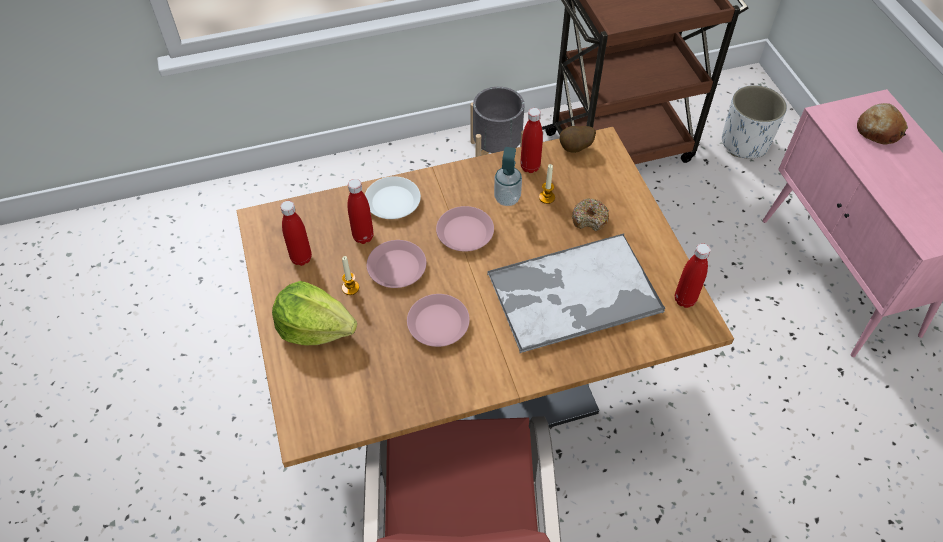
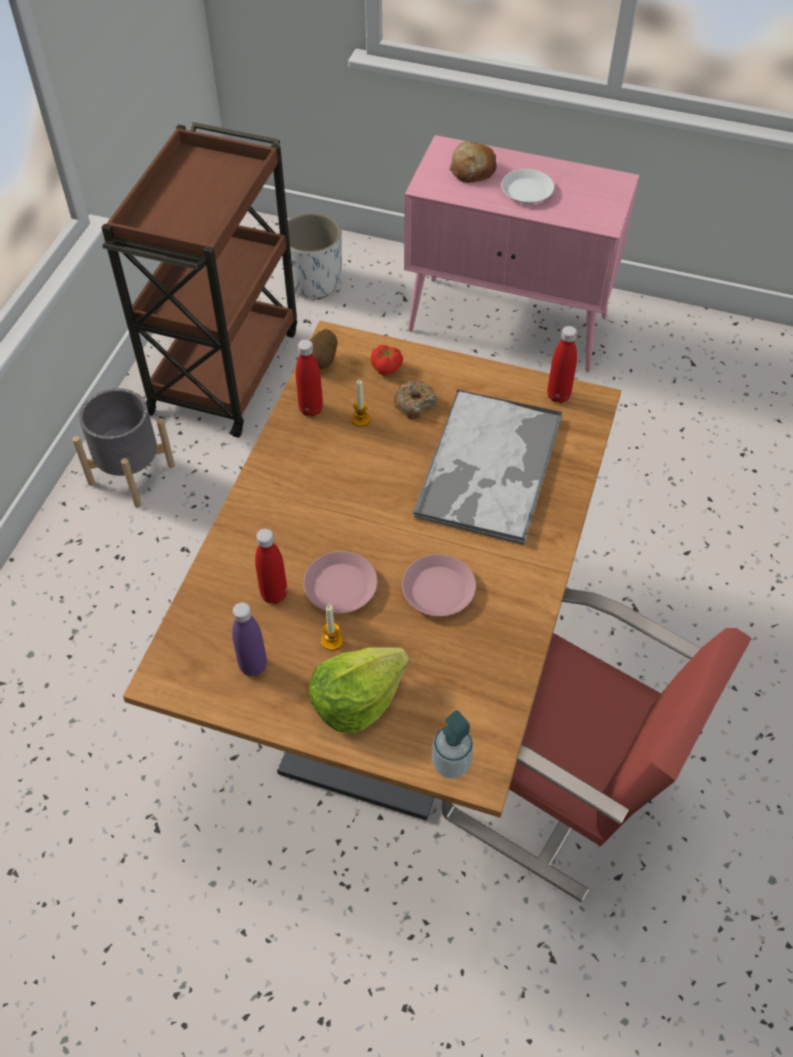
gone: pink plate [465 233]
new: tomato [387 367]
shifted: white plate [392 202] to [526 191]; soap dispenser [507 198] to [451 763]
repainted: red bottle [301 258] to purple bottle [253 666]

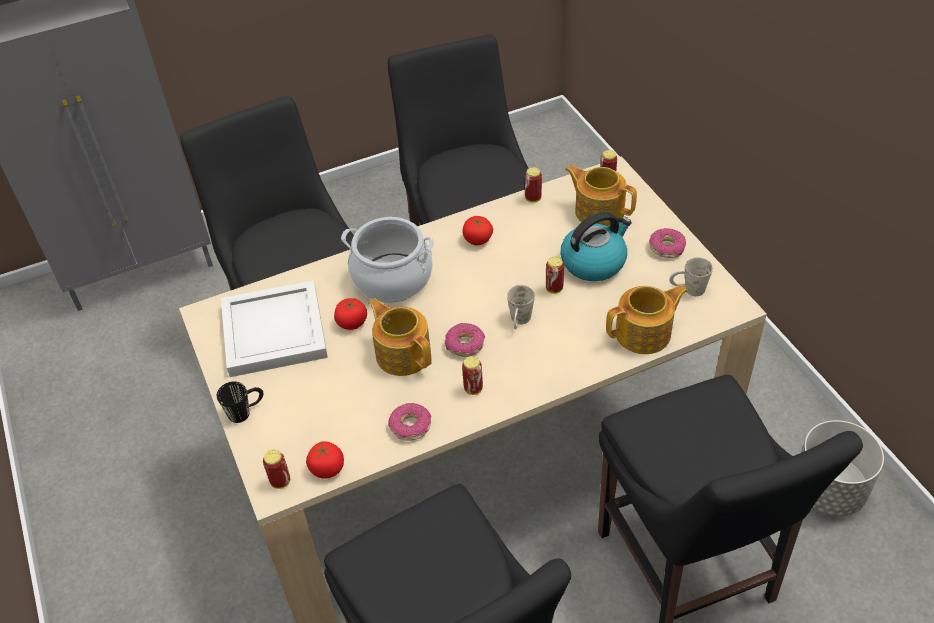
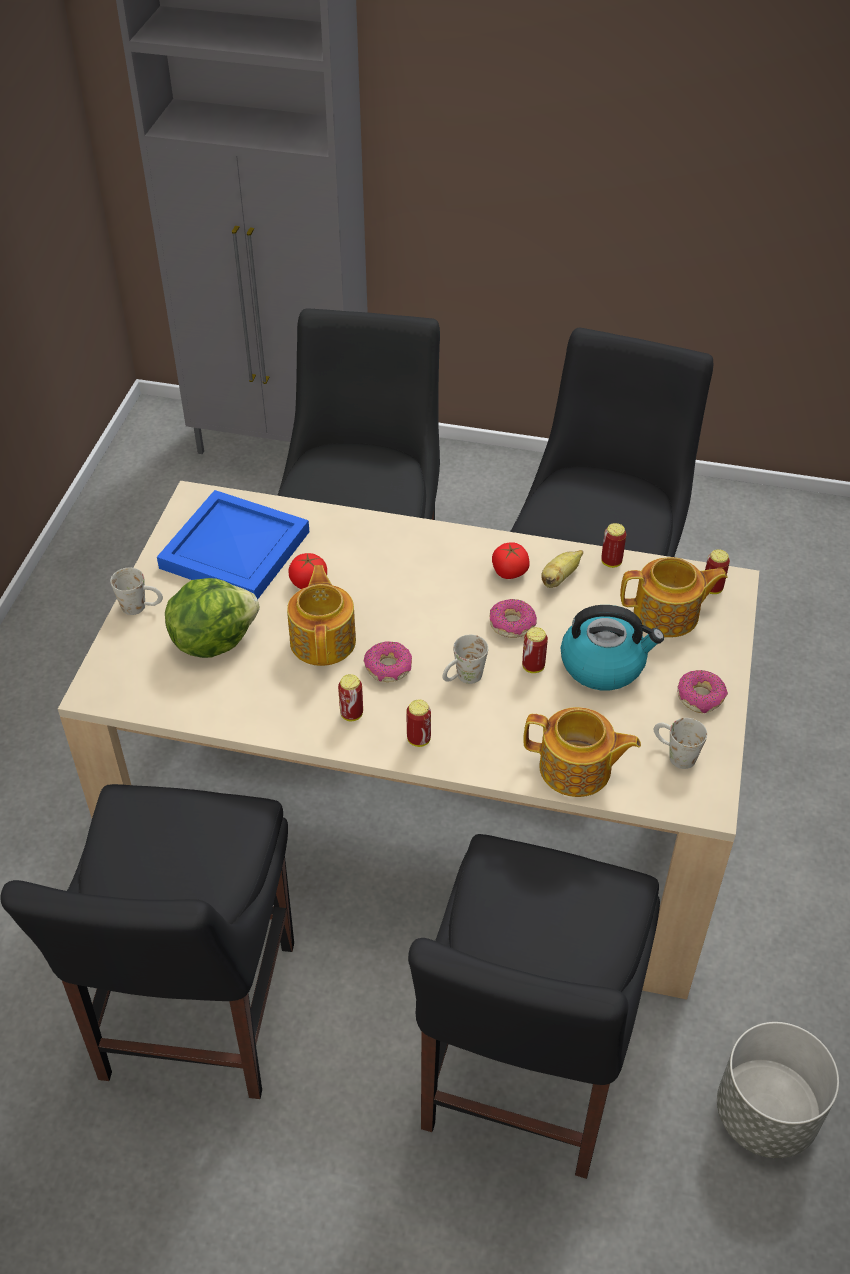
gone: tomato [327 468]; cooking pot [392 278]
new: lettuce [213 640]; banana [559 578]
shifted: can [280 481] to [418 739]; donut [410 426] to [512 624]
repainted: black mug [245 411] to white mug [141 607]; white tray [273 333] to blue tray [232 550]
rotated: teapot [598 211] = [667 615] 105 degrees clockwise

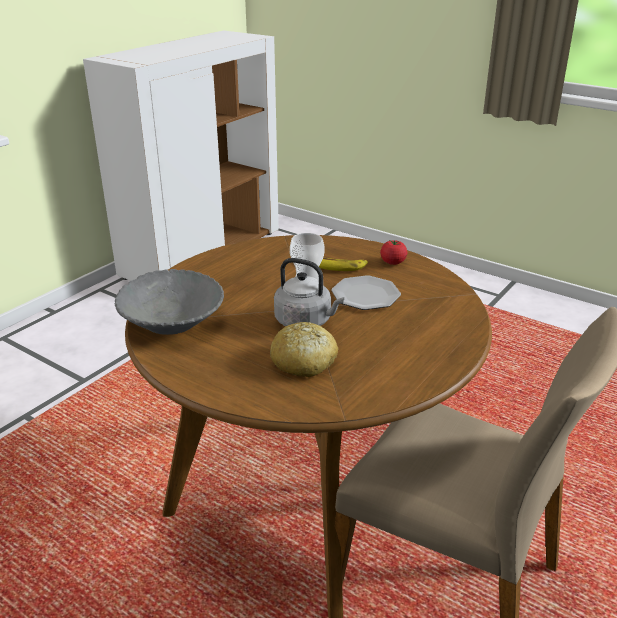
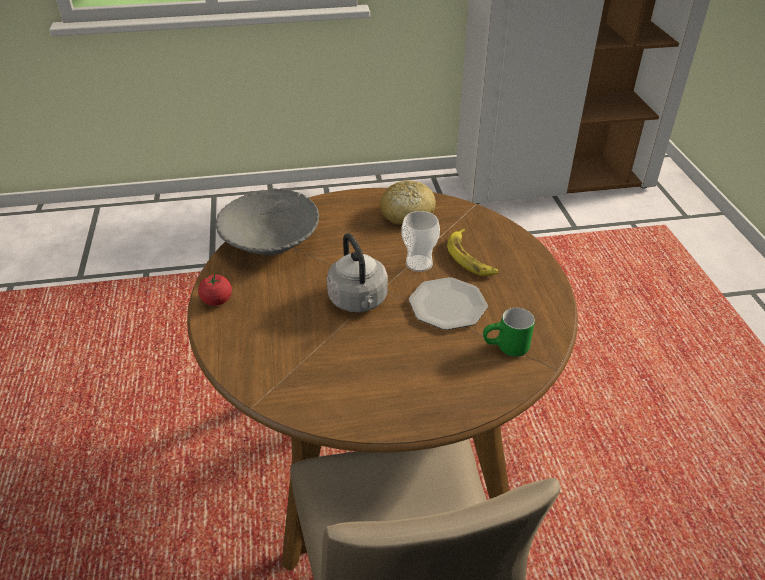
new: green mug [506 349]
shifted: bread [304 361] to [407 213]; tomato [393 262] to [217 300]

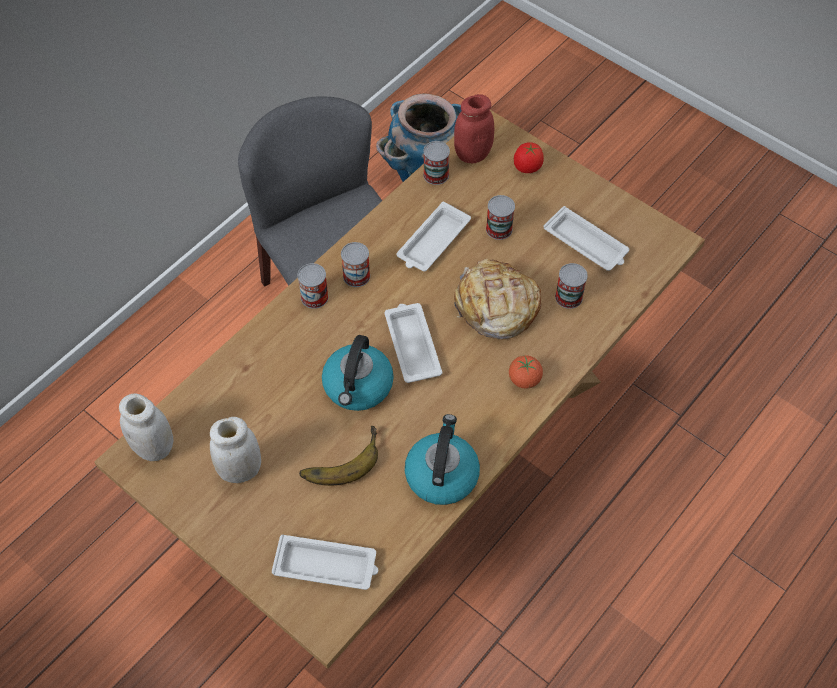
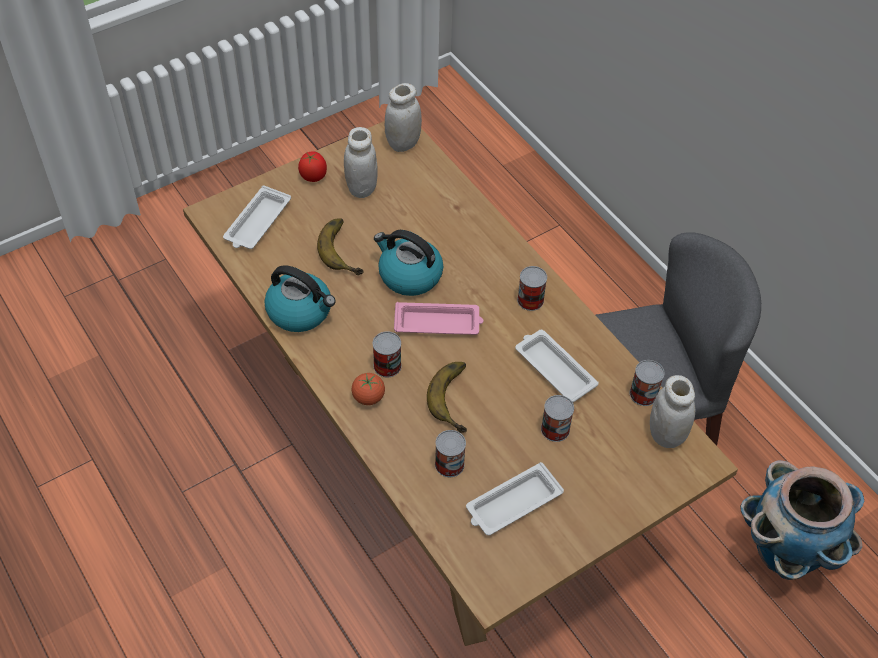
shifted: can [314 297] to [387 366]; tomato [527 167] to [313 176]
swapped: bread [495 307] to banana [458 398]
repainted: white tray [412 344] to pink tray [438 323]; red jar [472 154] to white jar [666 435]

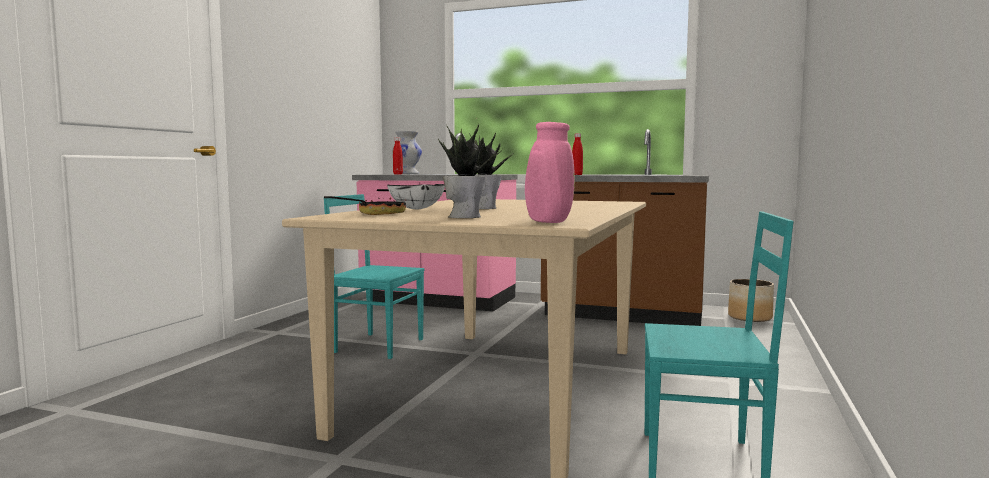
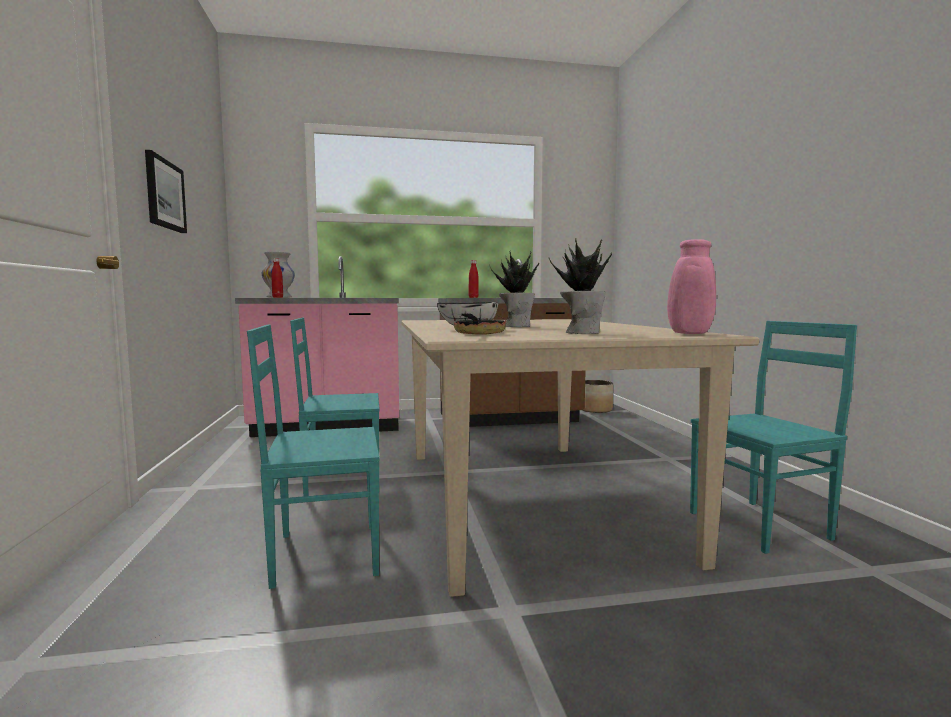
new: picture [164 194]; turquoise chair [325 553]

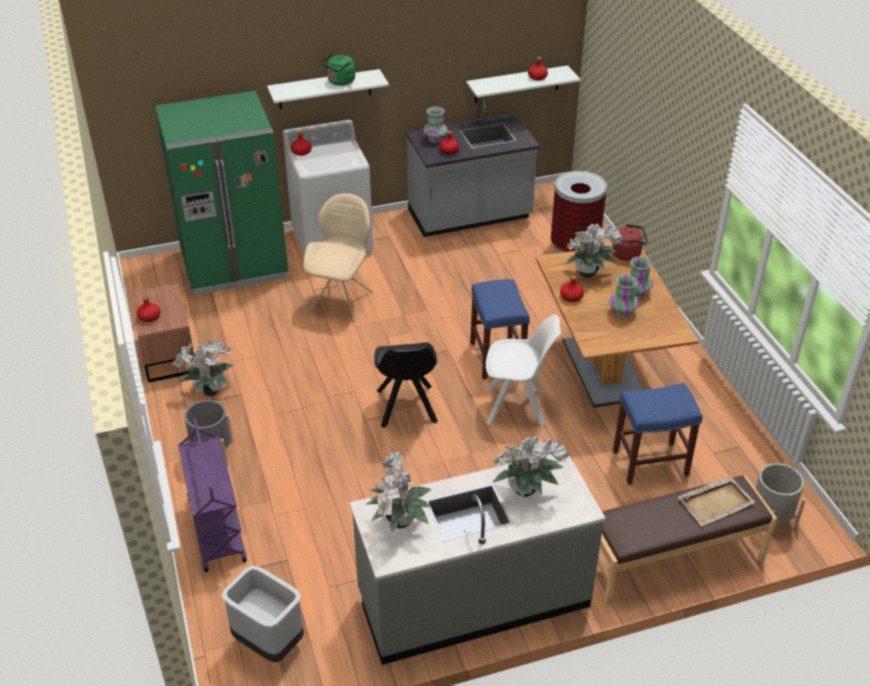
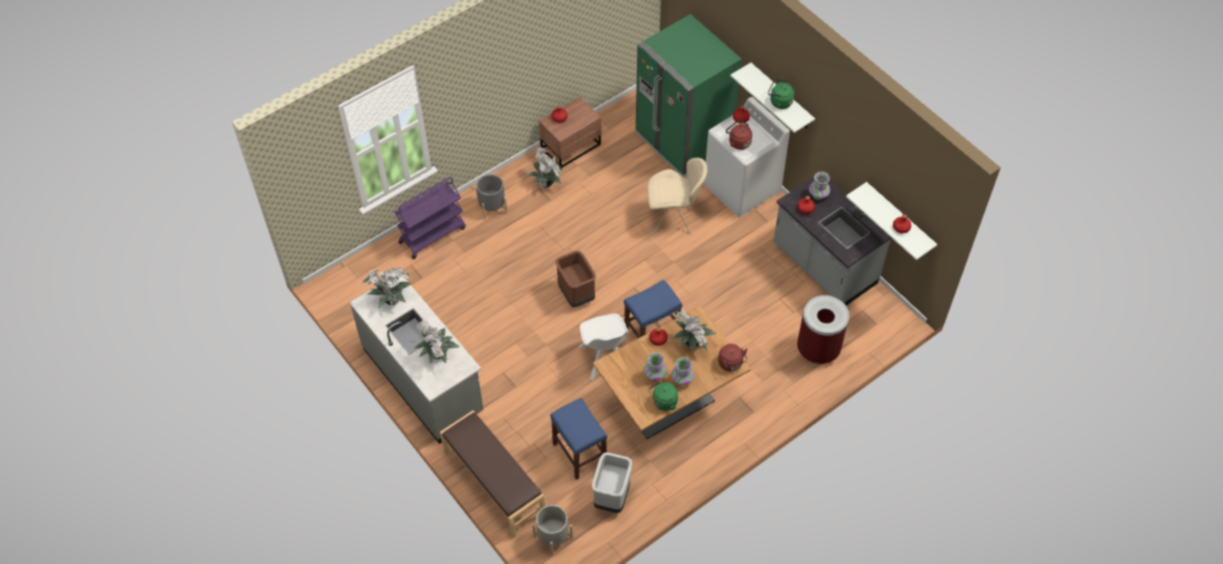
gone: beige tray [716 502]
new: green kettle [663 403]; red kettle [738 142]
shifted: grey trash can [268 643] to [611 496]
swapped: black chair [406 408] to brown trash can [575 295]

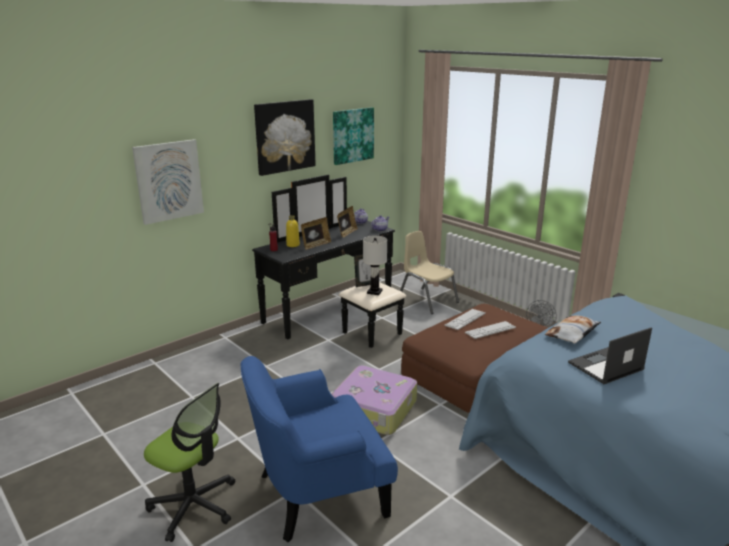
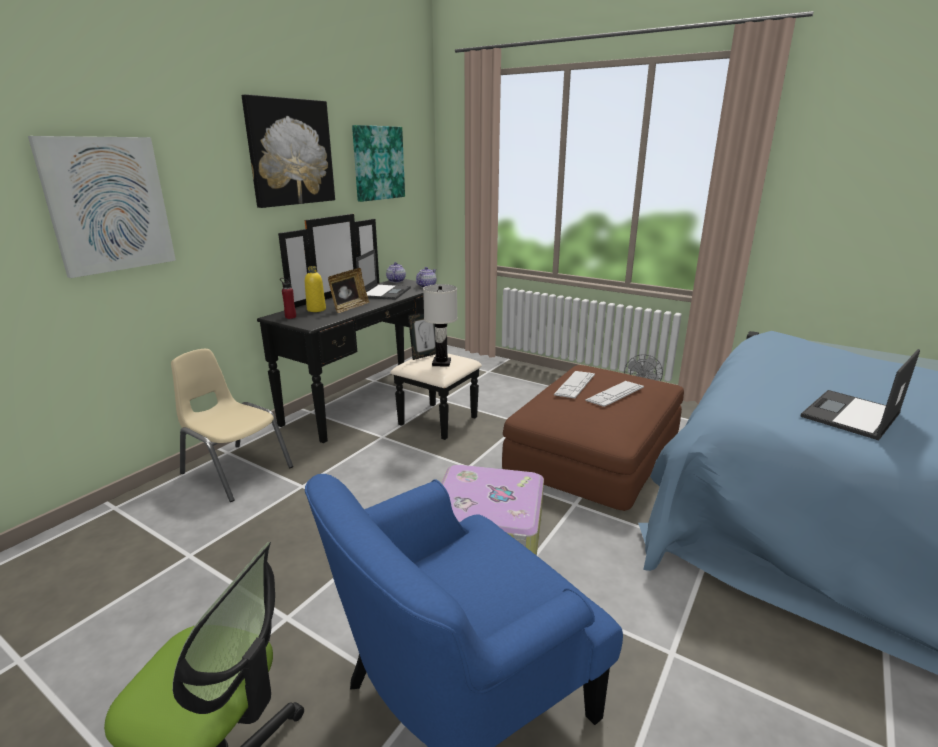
gone: pillow [572 333]
shifted: beige chair [427 300] to [236 470]
swapped: picture frame [347 233] to laptop [385 292]

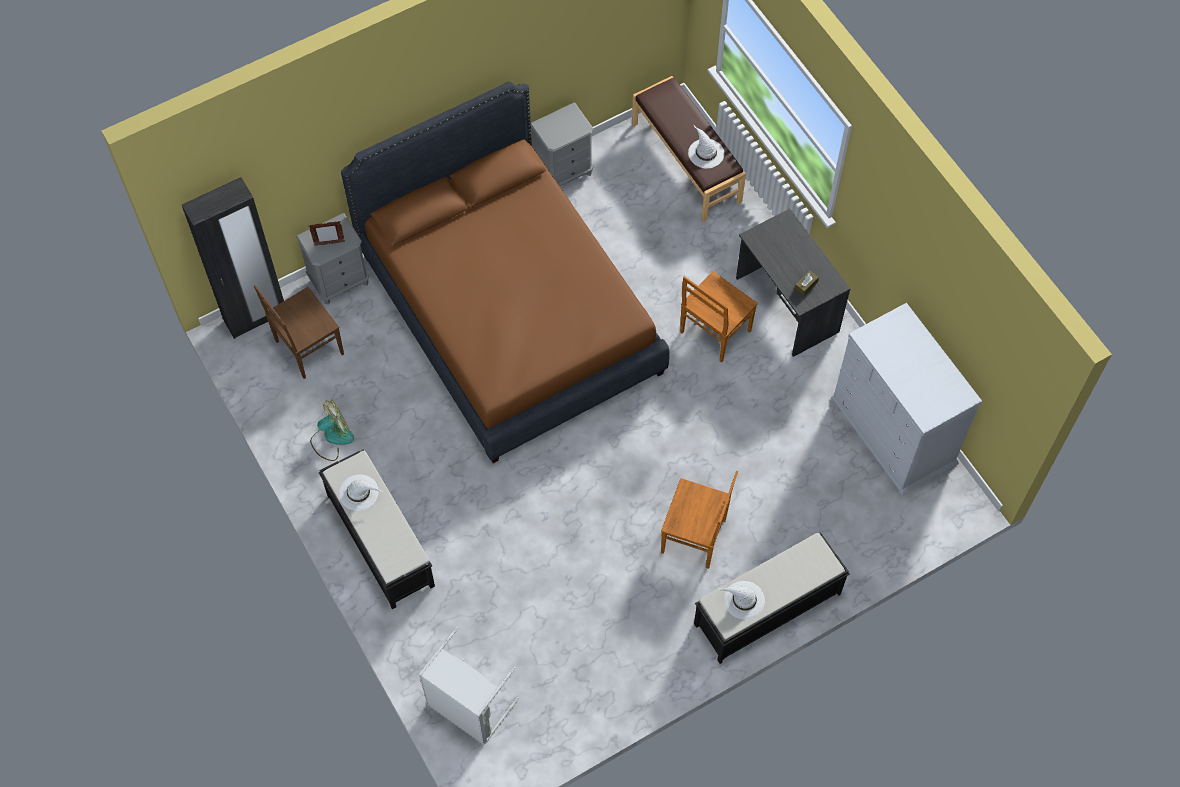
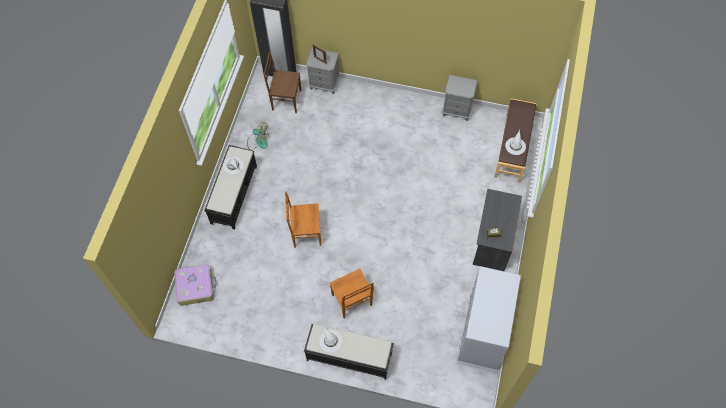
gone: brown bed [510 313]
shifted: brown chair [714 333] to [305 233]
swapped: grey laundry basket [467 709] to suitcase [196 286]

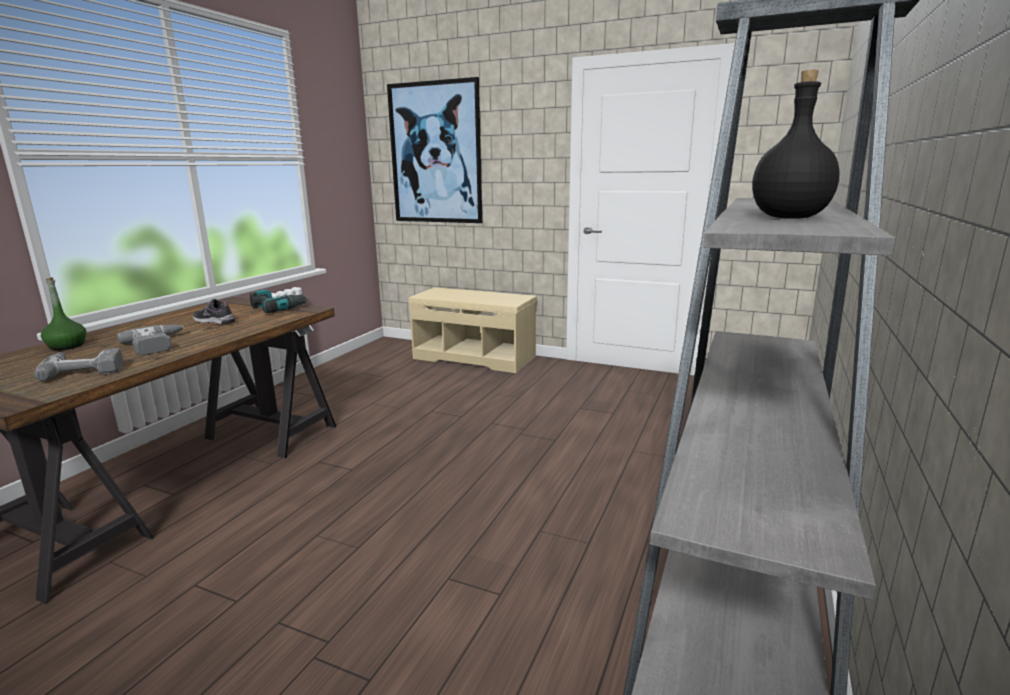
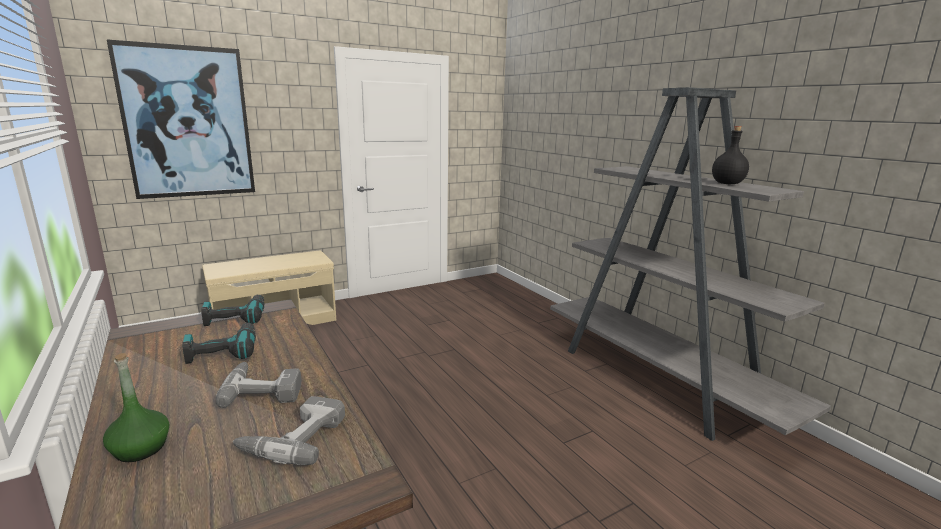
swapped: shoe [215 322] to power drill [223 351]

